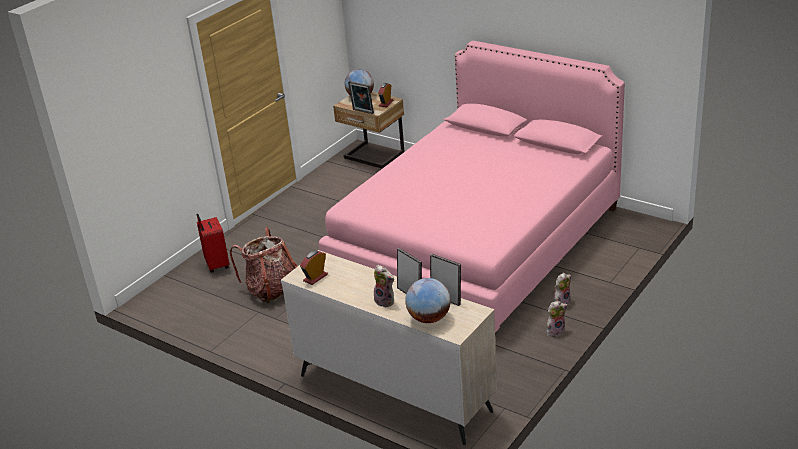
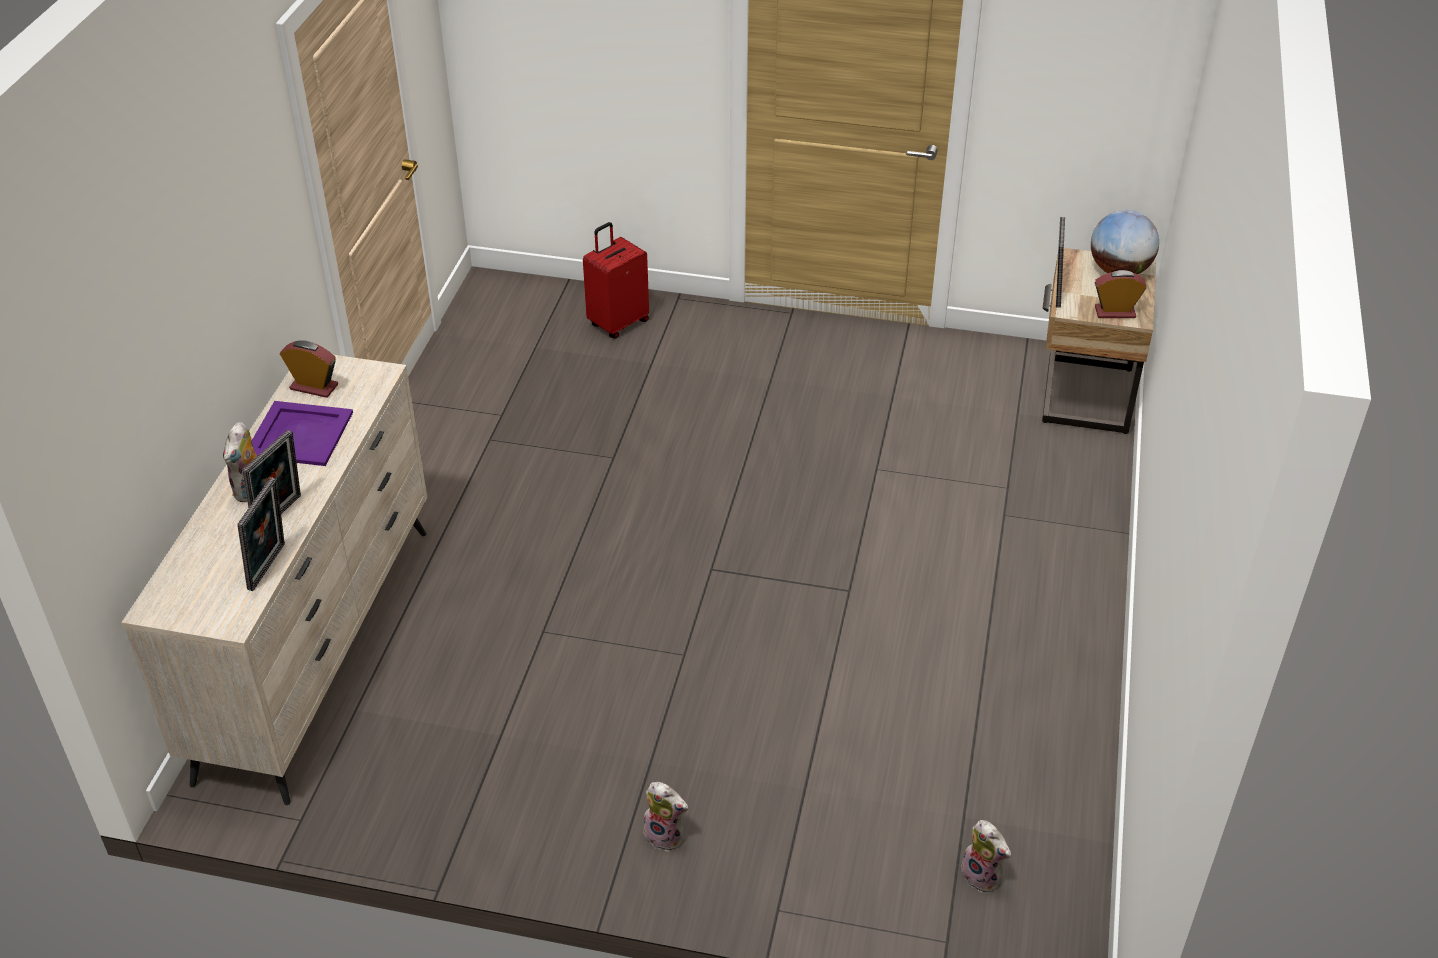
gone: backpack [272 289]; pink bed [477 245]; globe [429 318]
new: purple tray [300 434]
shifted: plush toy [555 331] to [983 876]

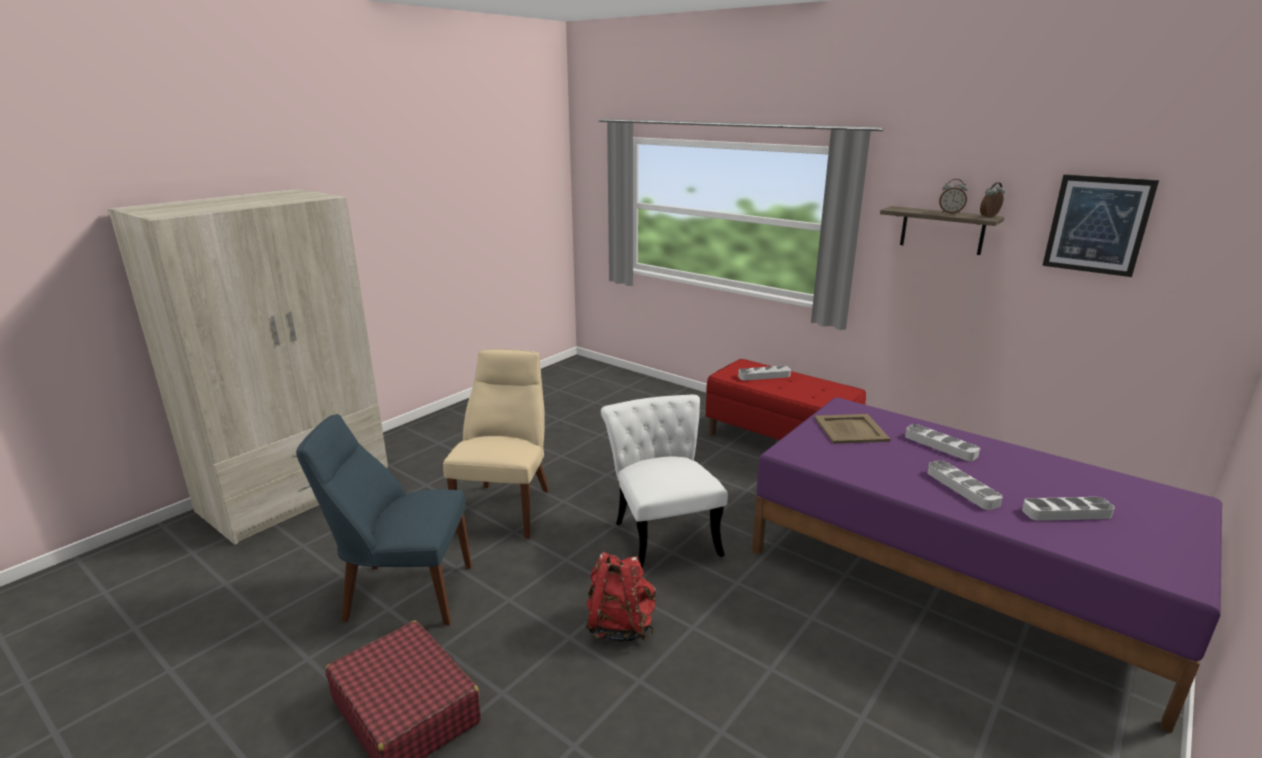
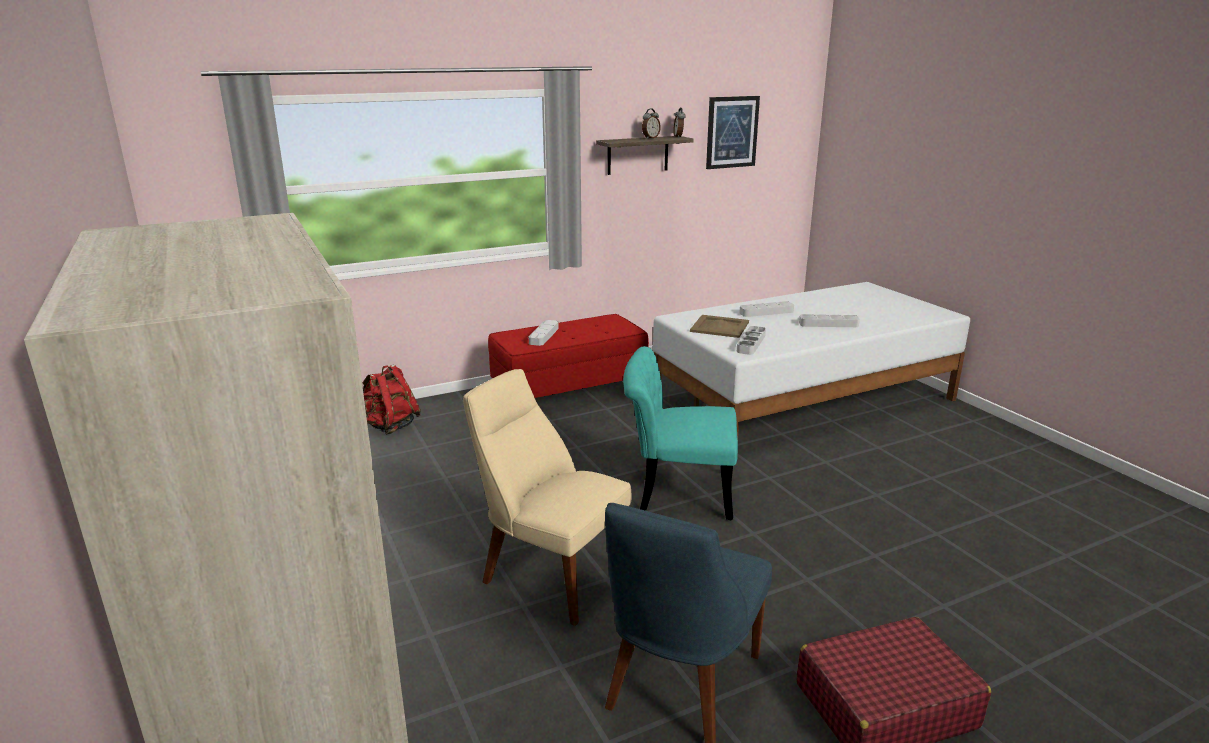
shifted: red backpack [620 626] to [390 426]; grey tray [1066 513] to [751 343]
repainted: white chair [662 534] to turquoise chair [676 492]; purple bed [956 578] to white bed [805 400]

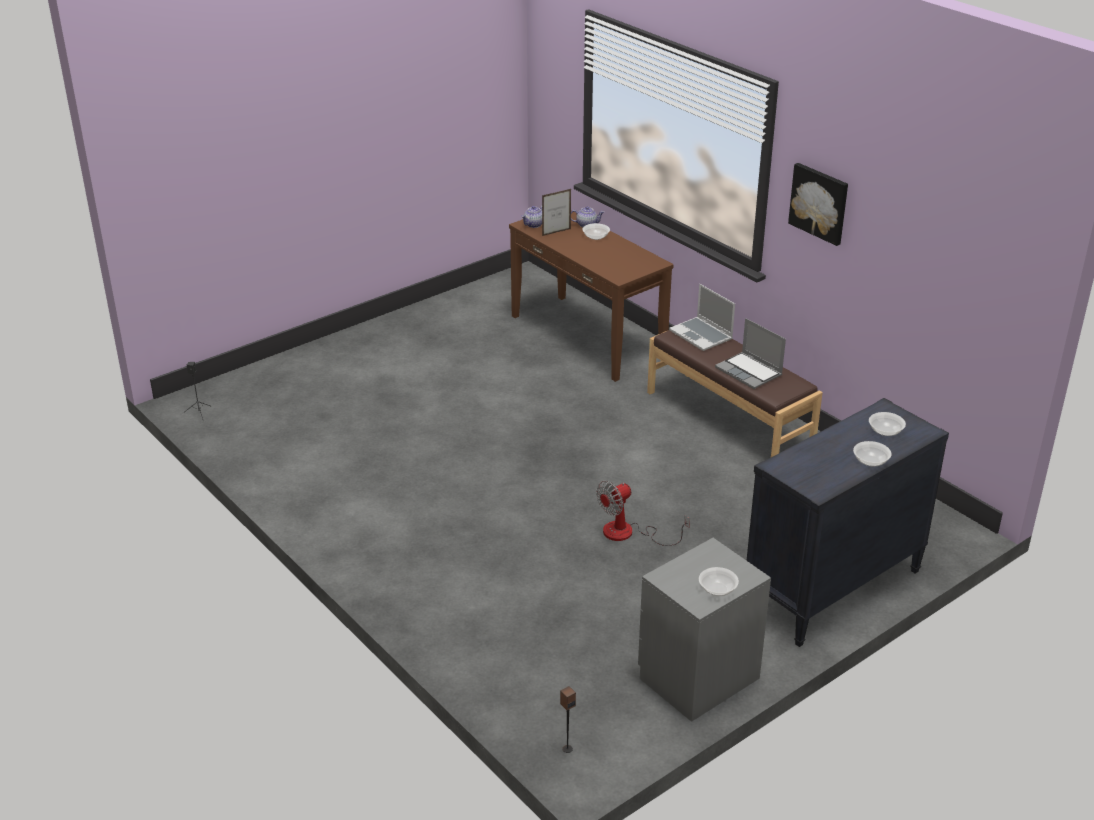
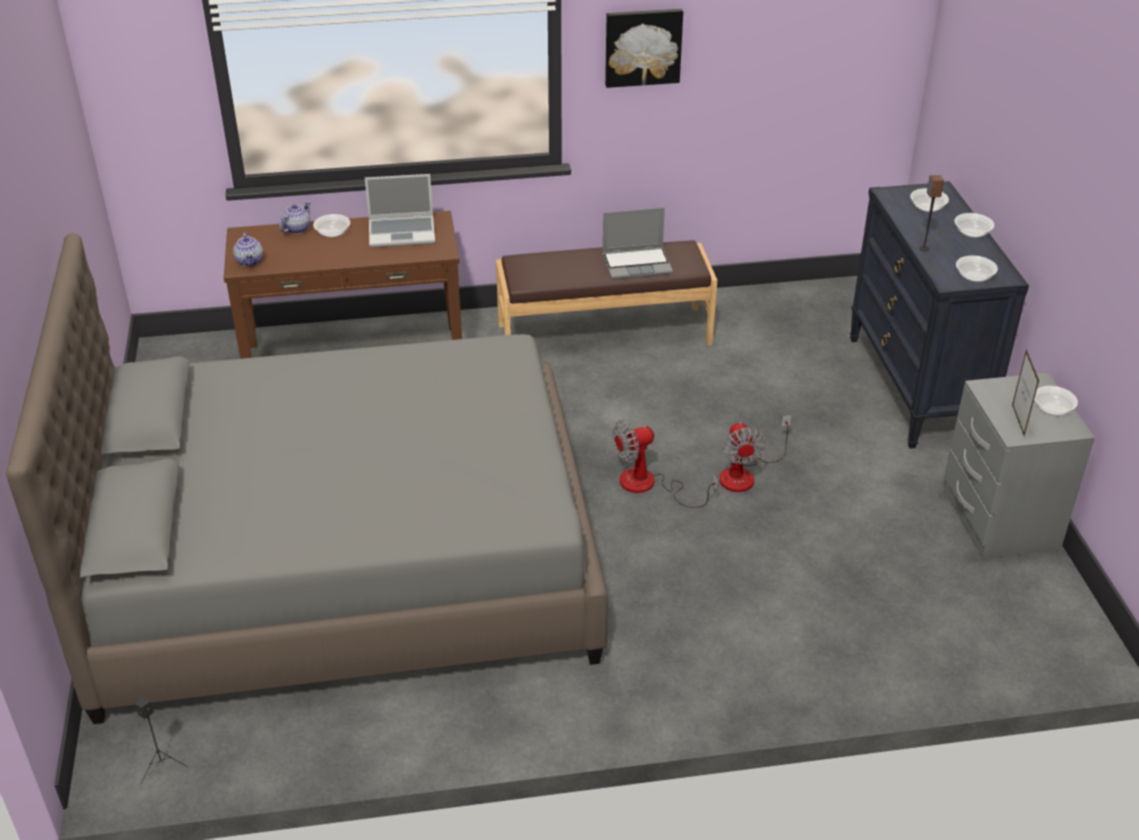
new: grey bed [345 562]; fan [649 485]; bowl [974 277]
shifted: picture frame [556 232] to [1018 420]; speaker [567 748] to [923 248]; laptop [702 335] to [403 232]

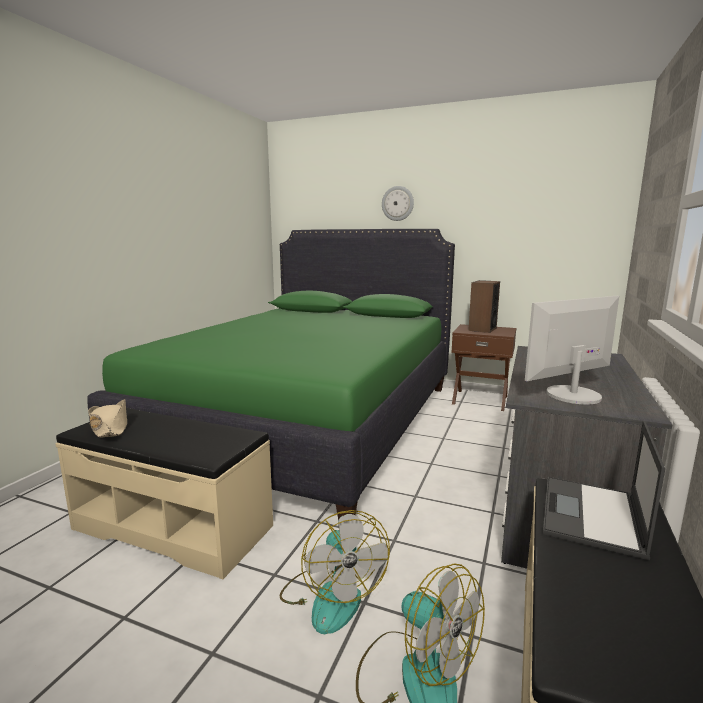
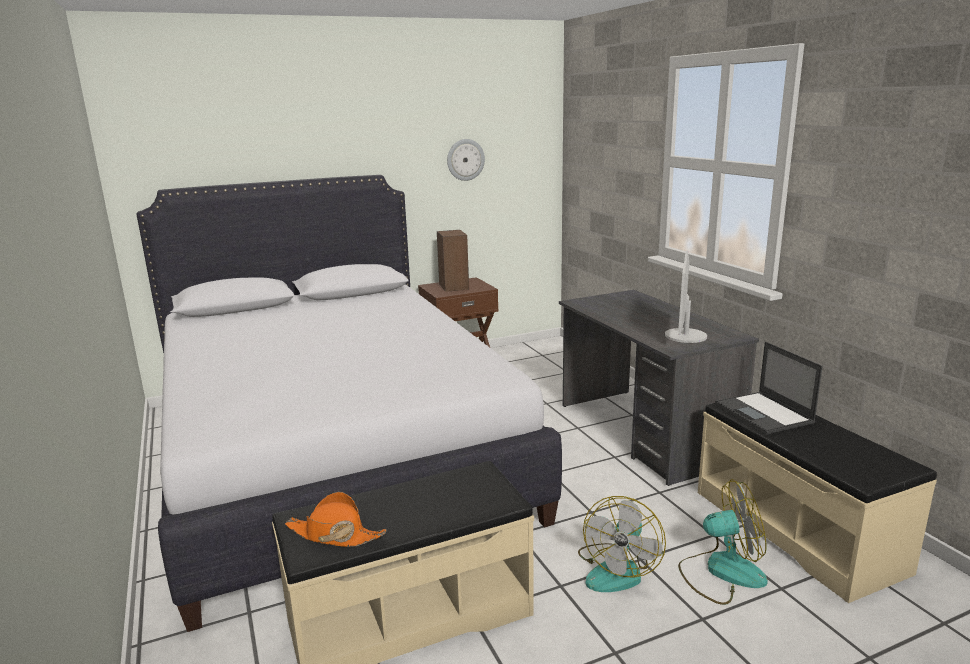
shifted: wall clock [397 203] to [465 159]
repainted: green bed [308 420] to white bed [333 455]; beige hat [110 428] to orange hat [334 535]
rotated: fan [331 596] = [617 570] 90 degrees clockwise

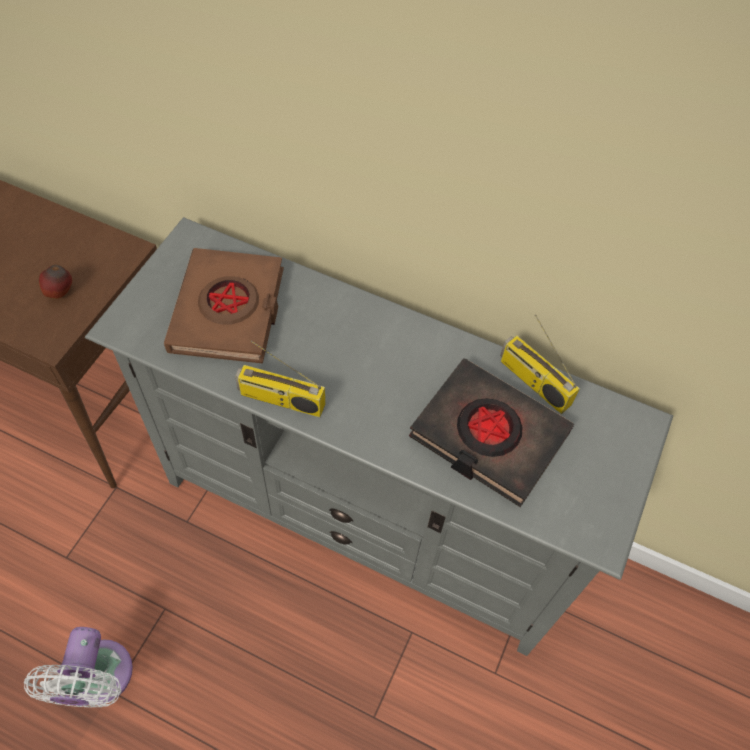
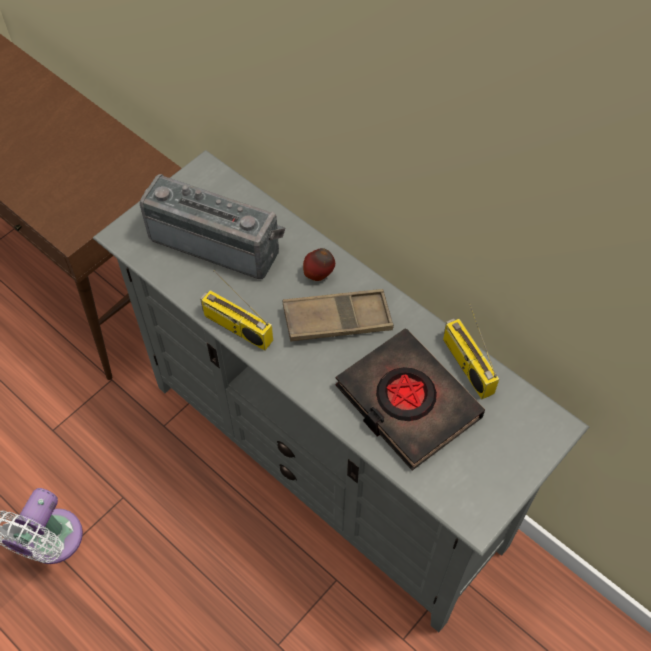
new: brown tray [337 320]
shifted: apple [60 293] to [319 275]
swapped: brown book [228 311] to radio [217 241]

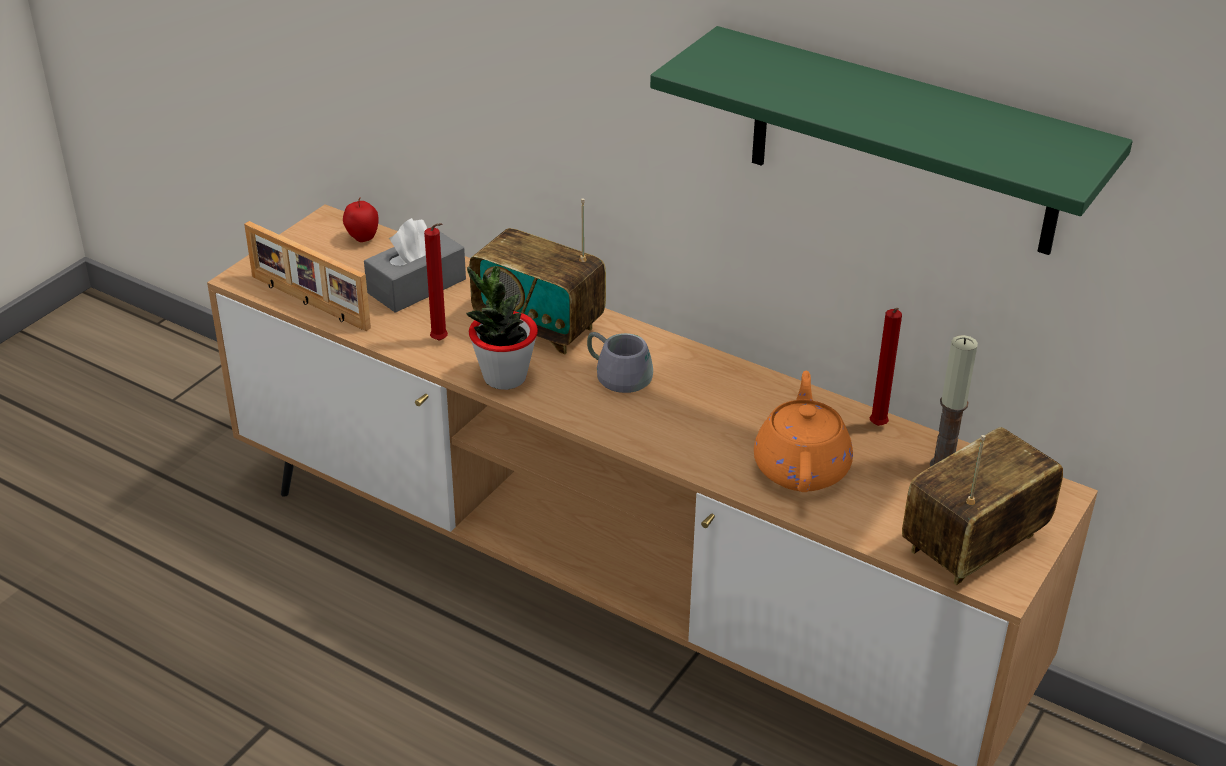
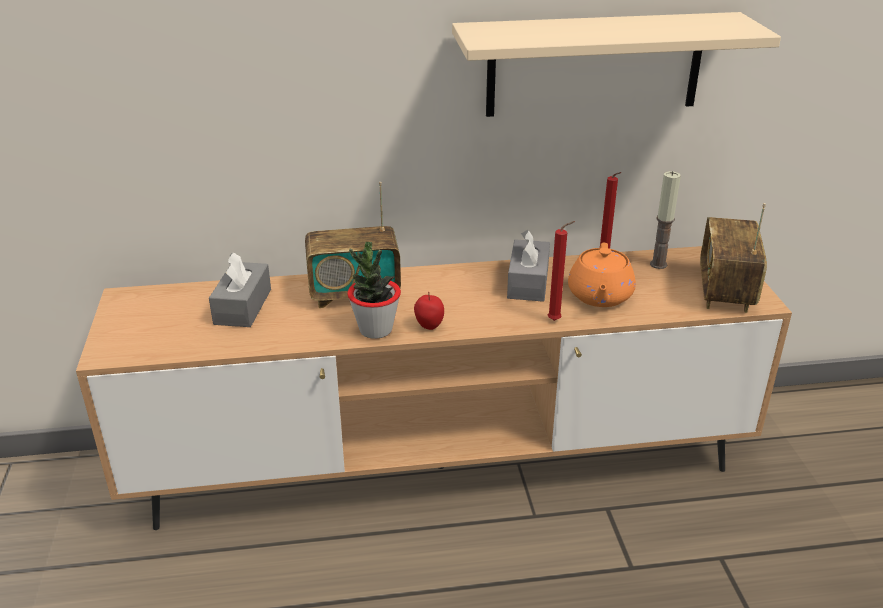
gone: picture frame [308 303]; grey mug [621 371]
new: grey tissue box [528 282]
shifted: apple [362 239] to [429 327]; red candle [441 341] to [556 320]
repainted: green shelf [904 143] to beige shelf [594 65]
rotated: orange teapot [801 467] = [599 296] 135 degrees counterclockwise

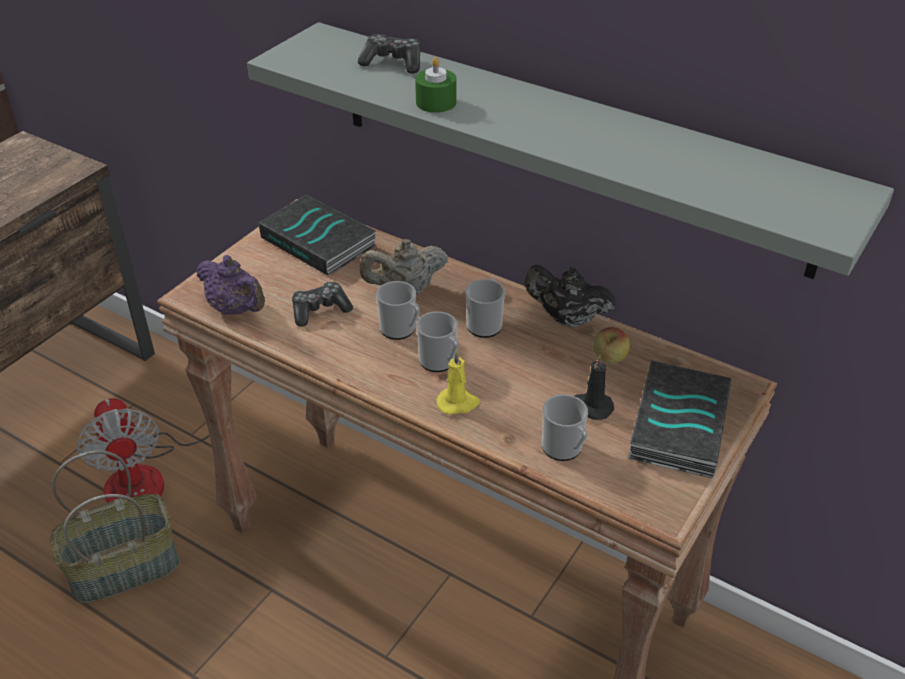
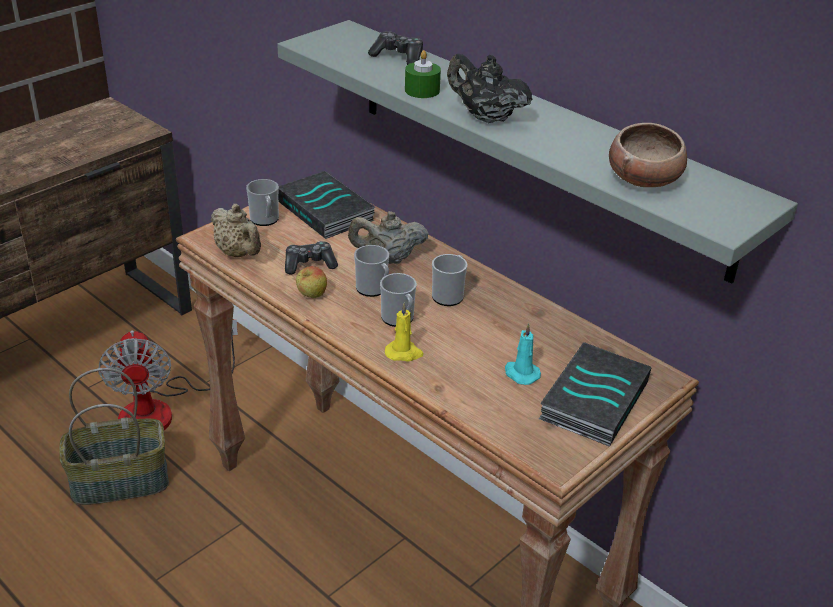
new: bowl [644 179]
shifted: black teapot [566 319] to [485 117]; mug [564 449] to [265 220]; apple [609 360] to [311 296]
repainted: purple teapot [236 309] to beige teapot [239 253]; black candle [591 406] to turquoise candle [520 373]

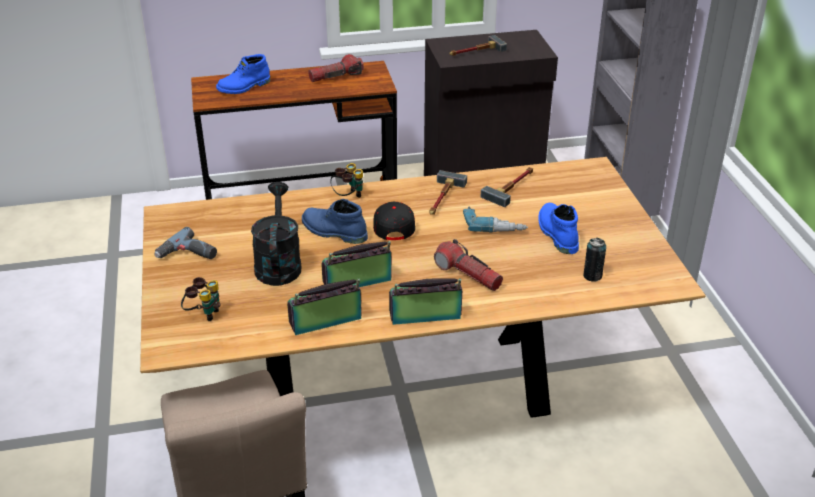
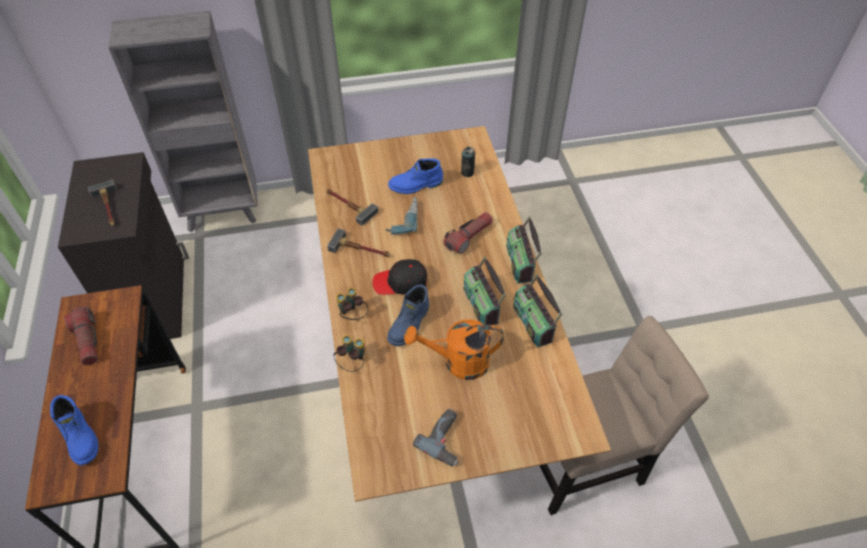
shifted: binoculars [203 313] to [352 363]
repainted: black watering can [278 263] to orange watering can [458 362]

